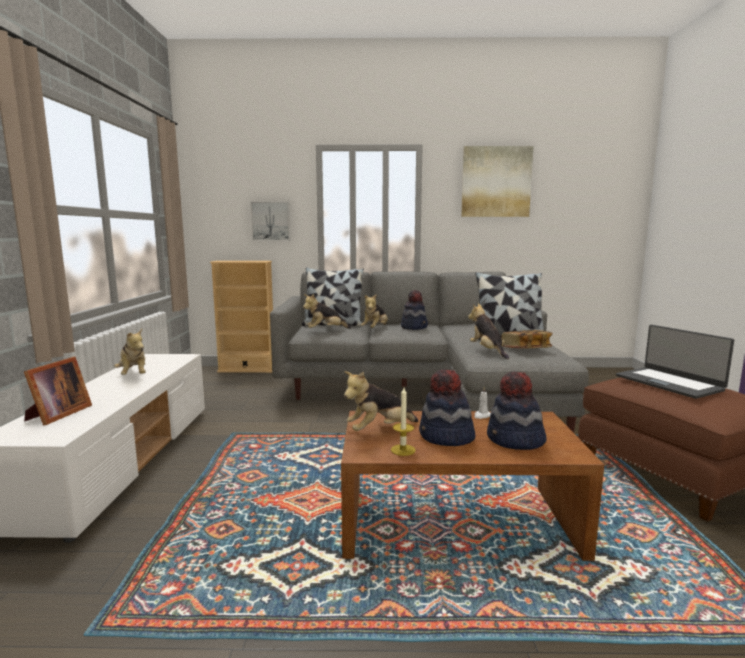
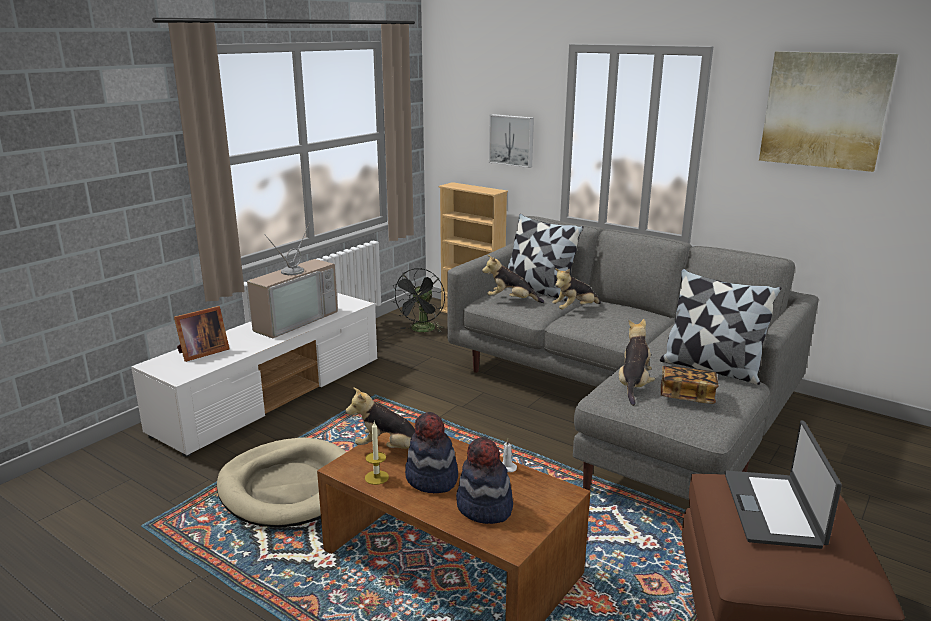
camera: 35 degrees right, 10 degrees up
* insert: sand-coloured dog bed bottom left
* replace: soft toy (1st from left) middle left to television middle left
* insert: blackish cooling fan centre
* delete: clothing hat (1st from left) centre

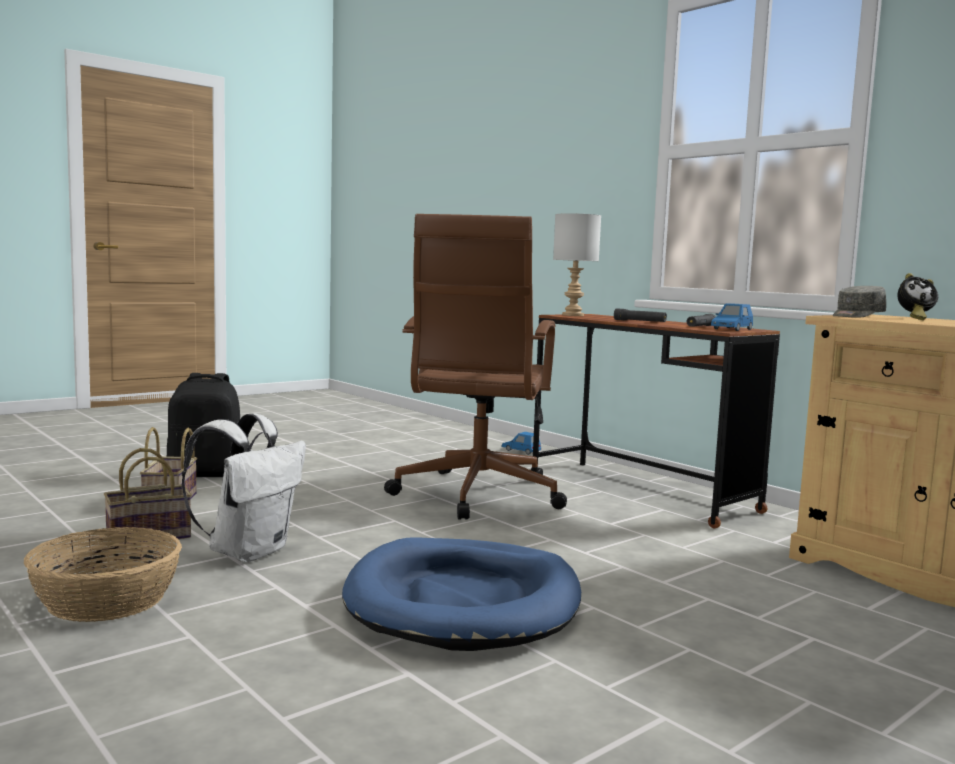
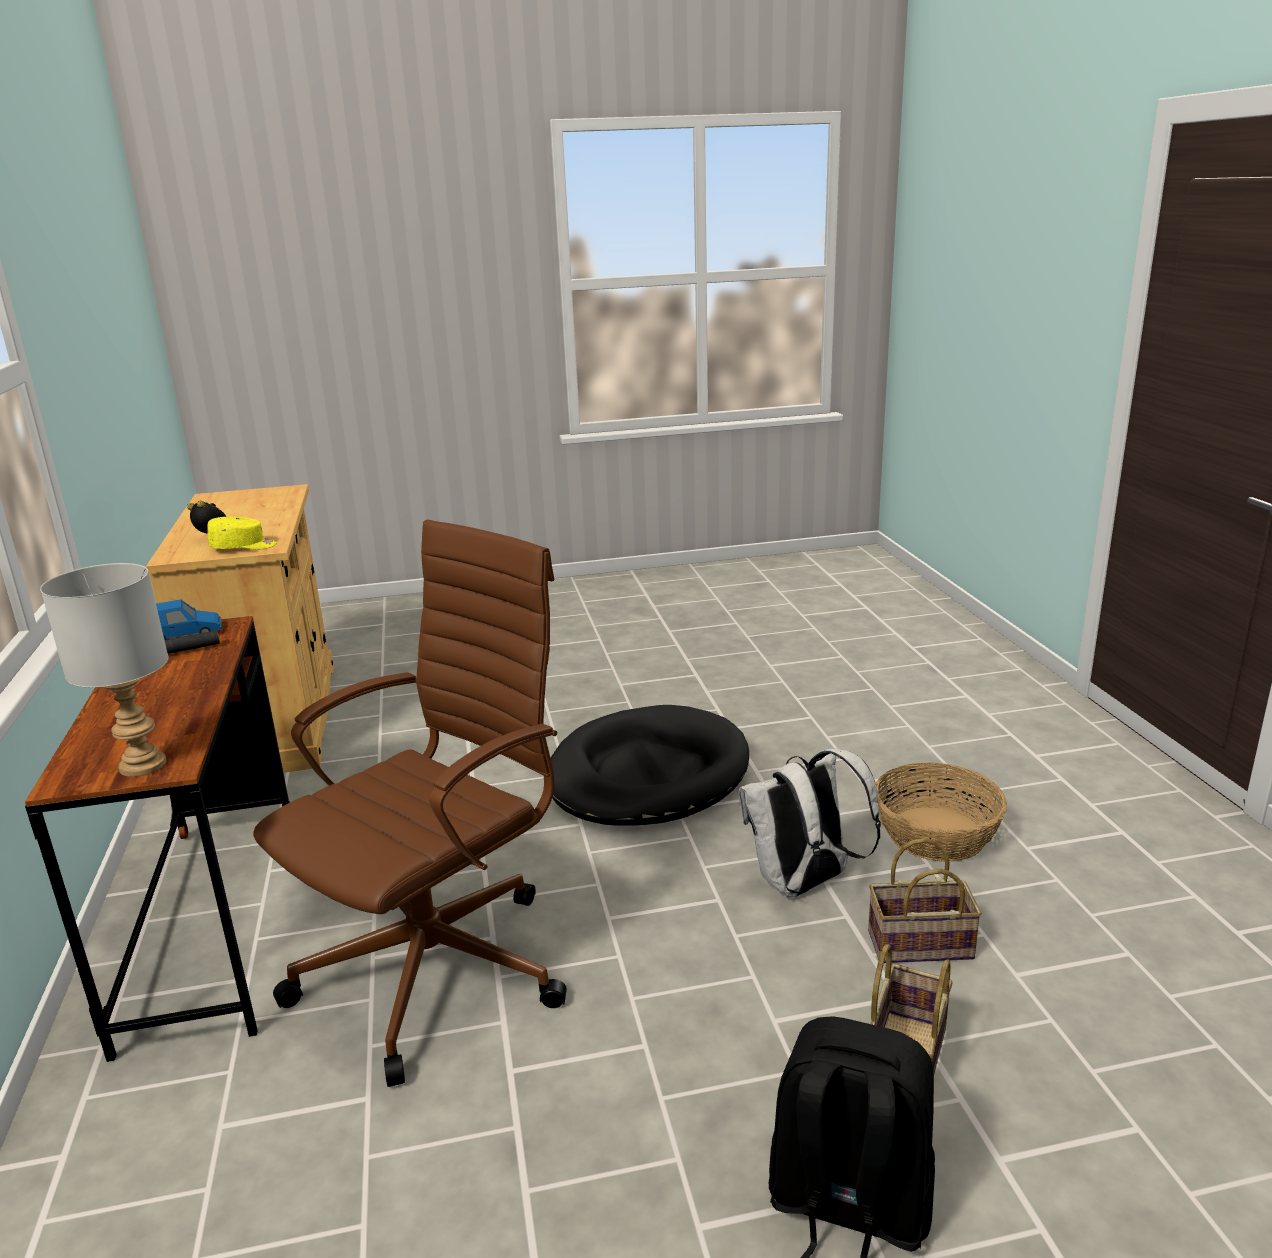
camera: 150 degrees left, 15 degrees up
* recolor: gray baseball cap middle right to yellow-coloured baseball cap middle left
* recolor: bluish dog bed bottom centre to blackish dog bed centre
* delete: bluish miniature car (1st from left) centre
* delete: blackish flashlight (1st from left) middle right

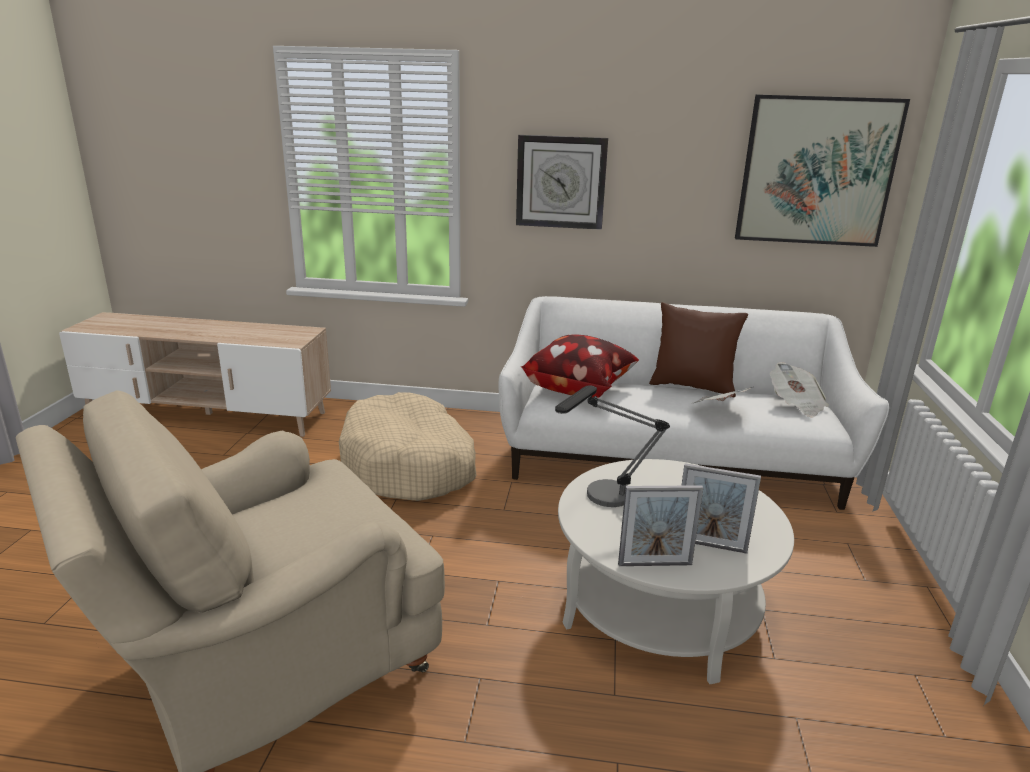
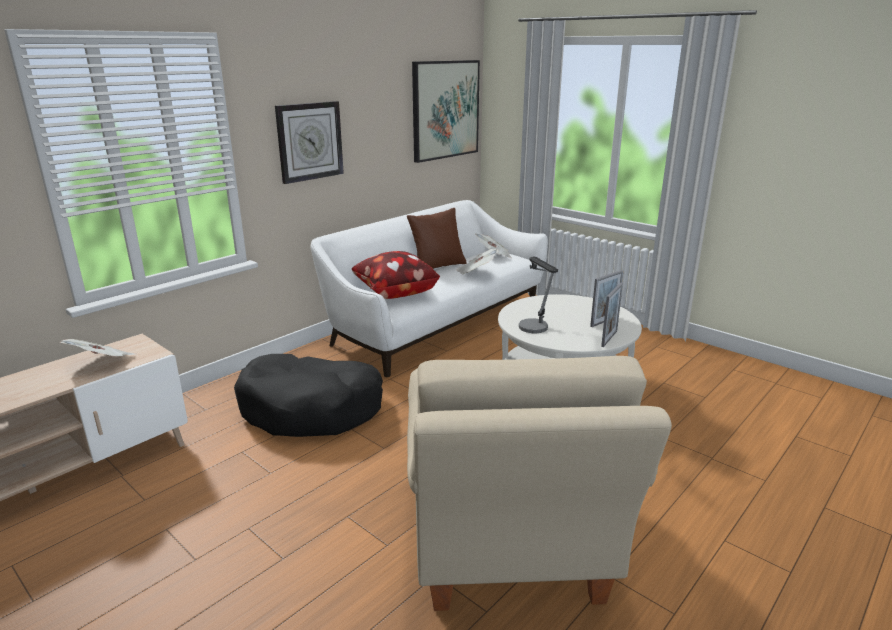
camera: 55 degrees left, 0 degrees up
* insert: printed paper (1st from left) middle left
* recolor: sand-coloured dog bed centre to blackish dog bed centre

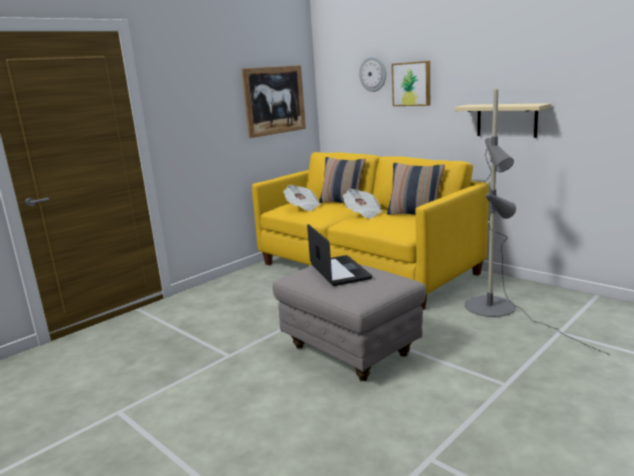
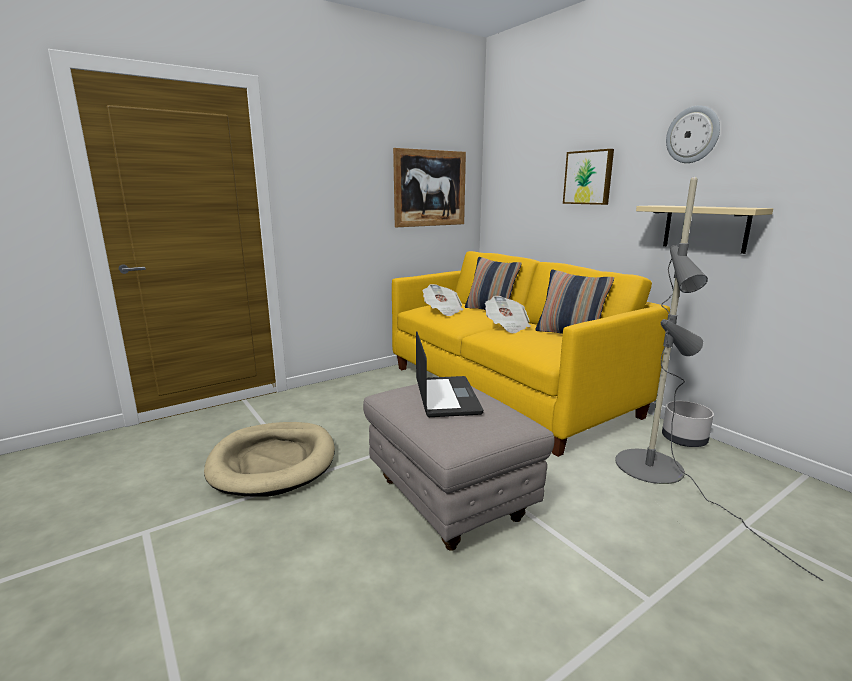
camera: 10 degrees right, 0 degrees up
* insert: sand-coloured dog bed bottom left
* insert: gray flower pot middle right
* move: clock on the wall top centre to top right

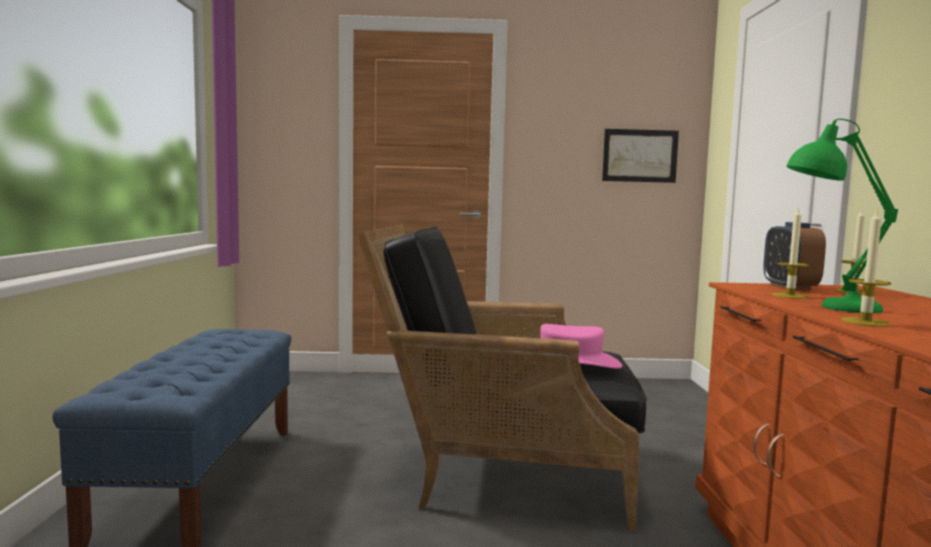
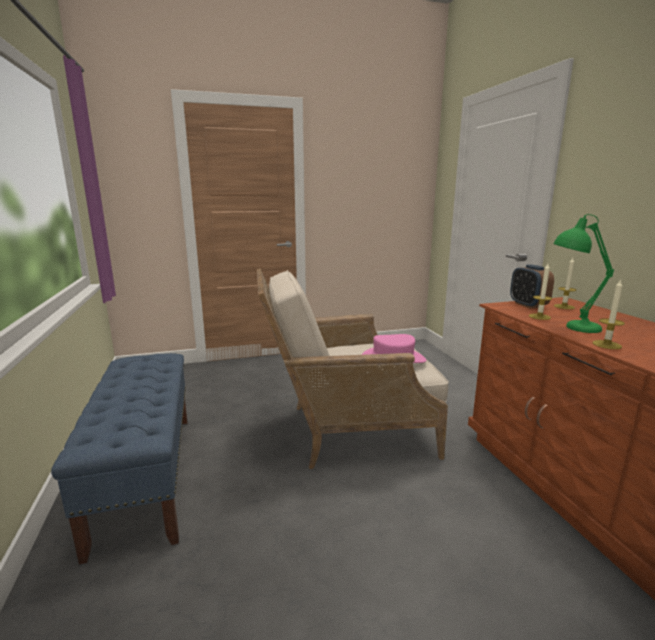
camera: 15 degrees left, 10 degrees up
* recolor: blackish lounge chair bottom centre to sand-coloured lounge chair centre
* delete: picture top right

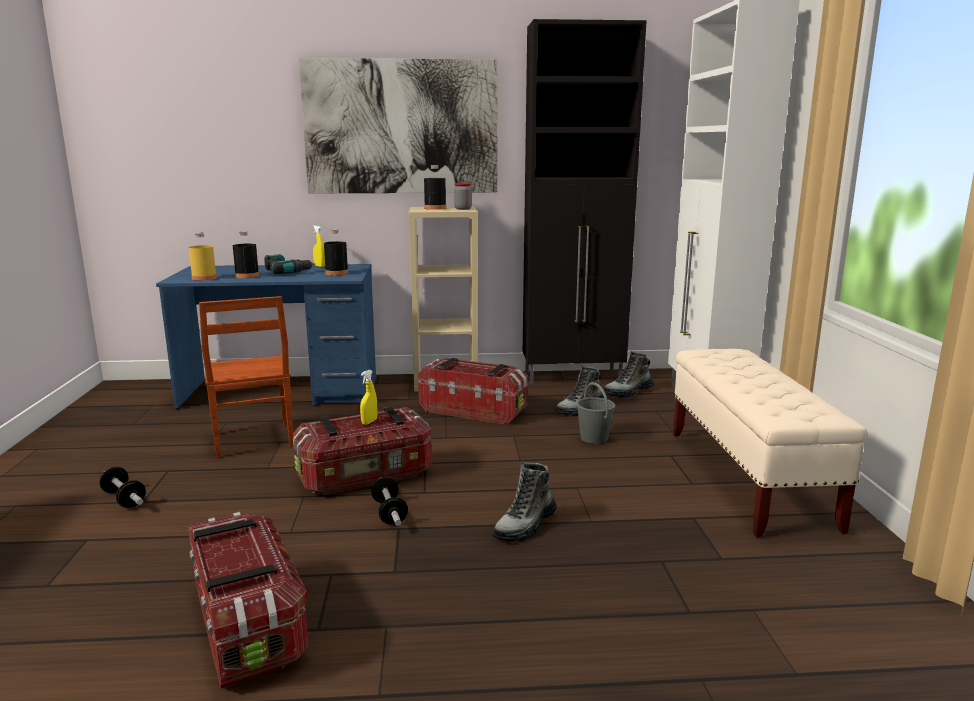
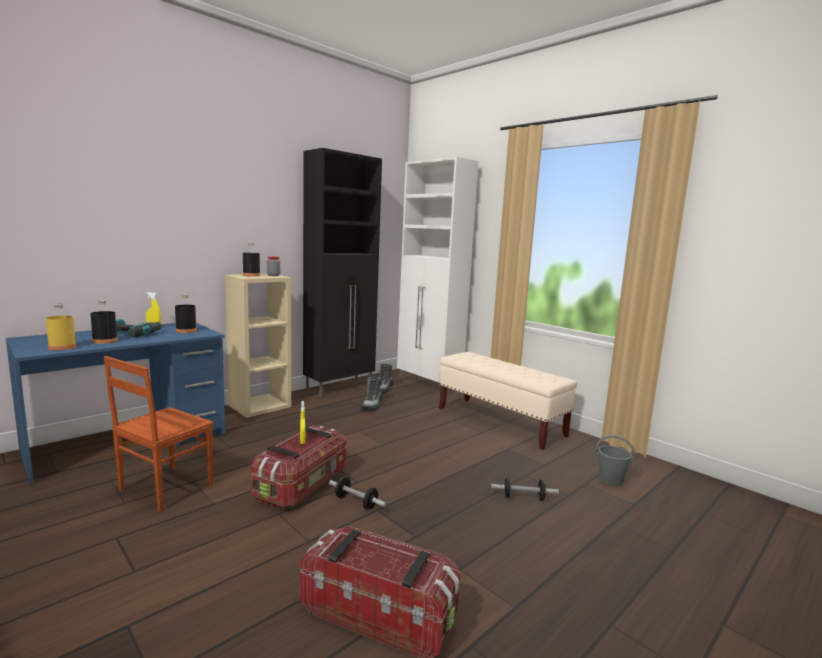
camera: 40 degrees left, 5 degrees down
* rotate: brown upright chair middle left = middle left 90 degrees clockwise
* move: free weight (1st from left in the first image) bottom left to free weight (2nd from left) bottom centre
* move: gray pail centre to bottom right
* delete: picture top centre
* delete: storage container (3rd from left) centre
* delete: tall boot (1st from left) bottom centre

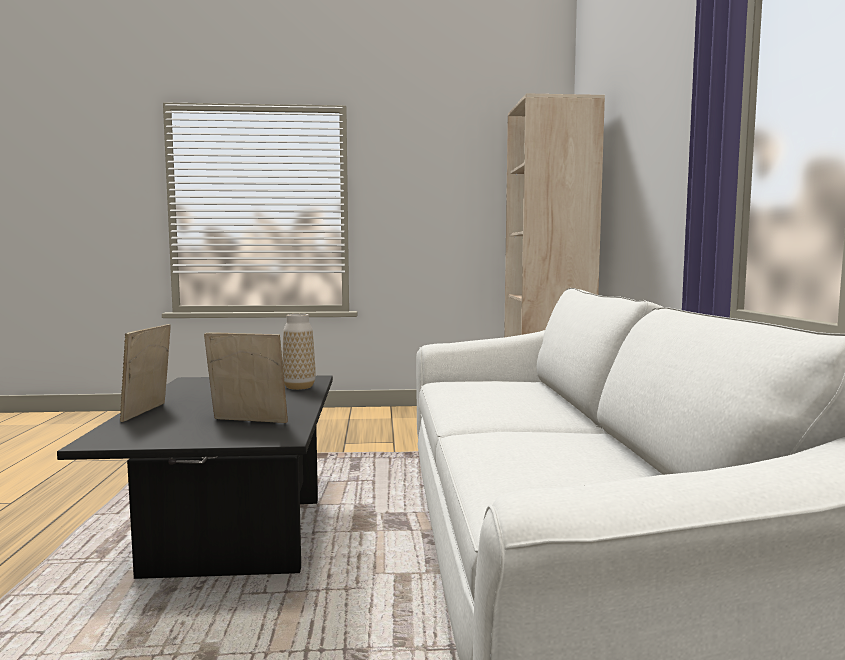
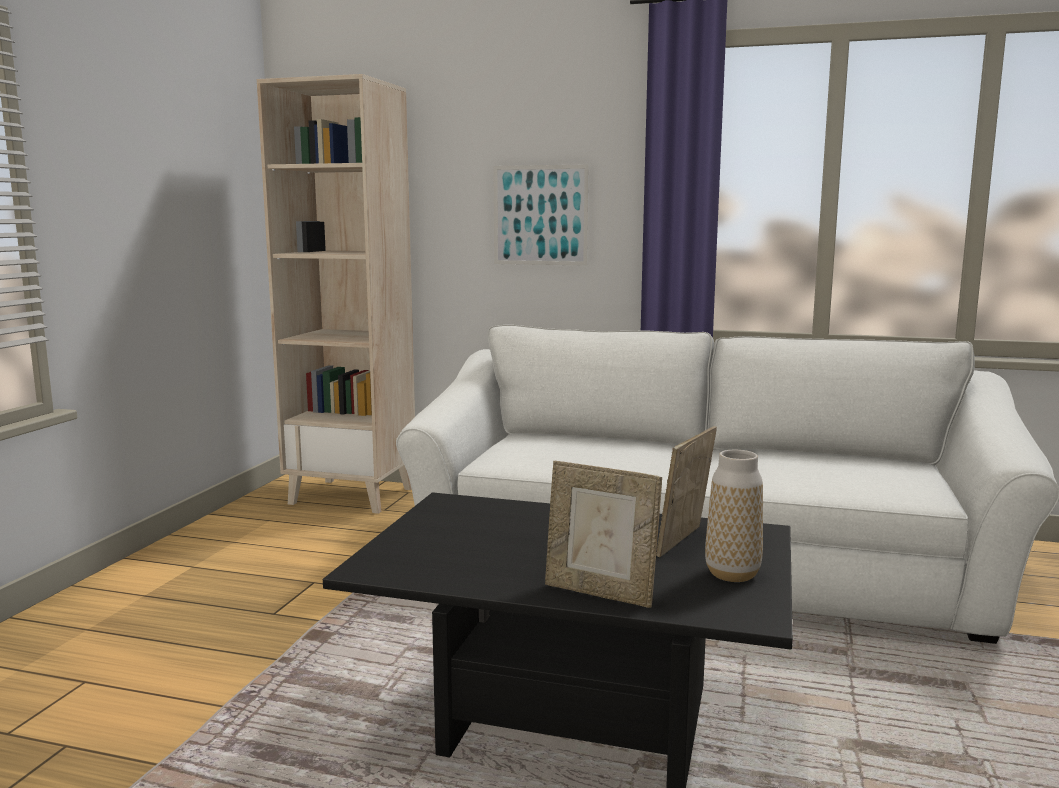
camera: 70 degrees left, 5 degrees up
* insert: picture top centre
* move: flower vase centre to middle right

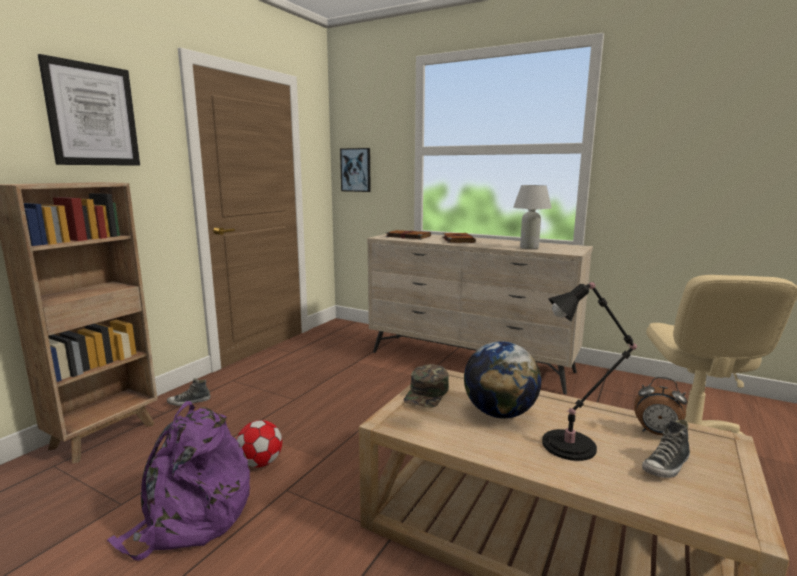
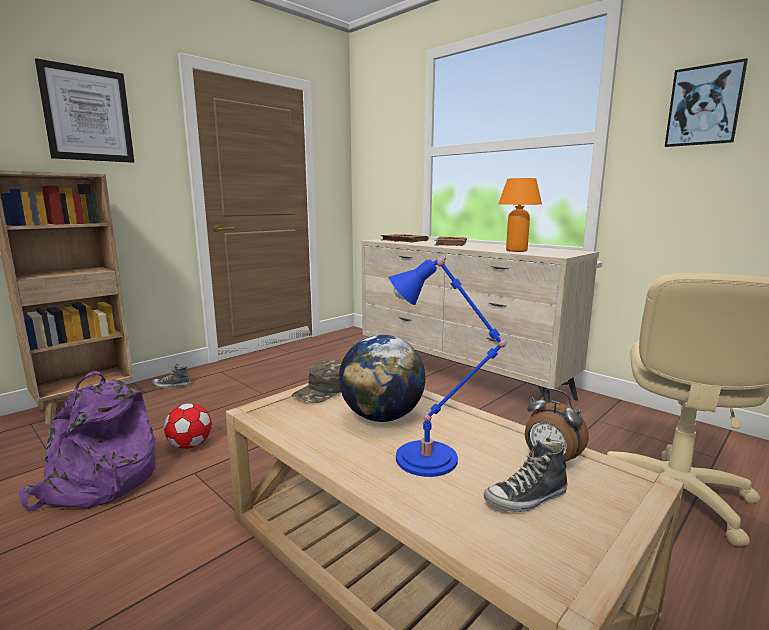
camera: 15 degrees right, 0 degrees up
* recolor: blackish table lamp middle right to bluish table lamp centre
* recolor: white-coloured table lamp middle right to orangey table lamp middle right
* move: picture (2nd from left) top centre to top right

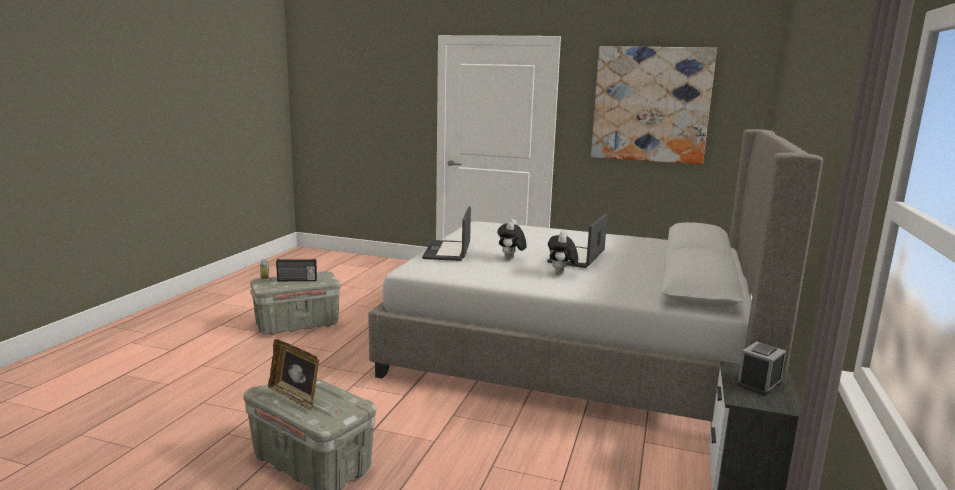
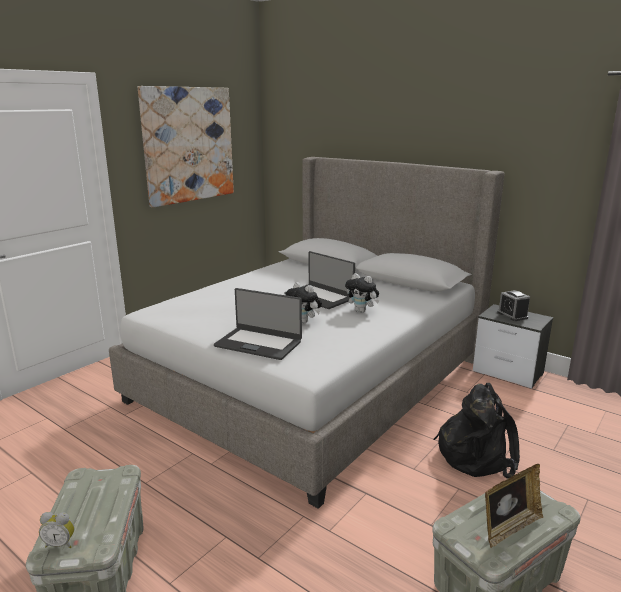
camera: 70 degrees left, 5 degrees up
* insert: blackish backpack bottom right
* delete: radio set middle left

